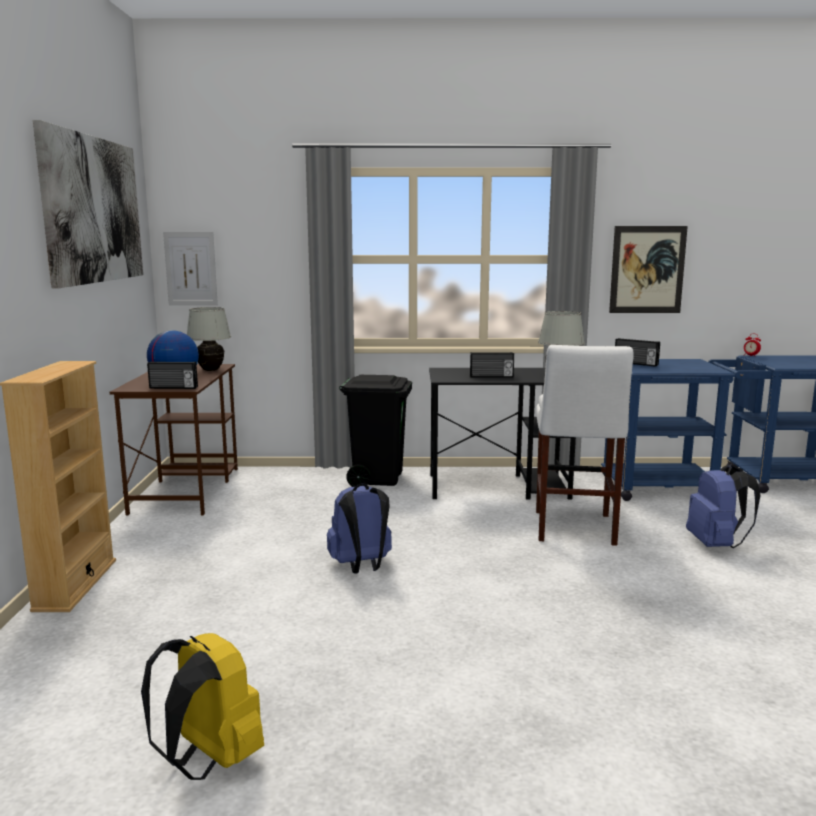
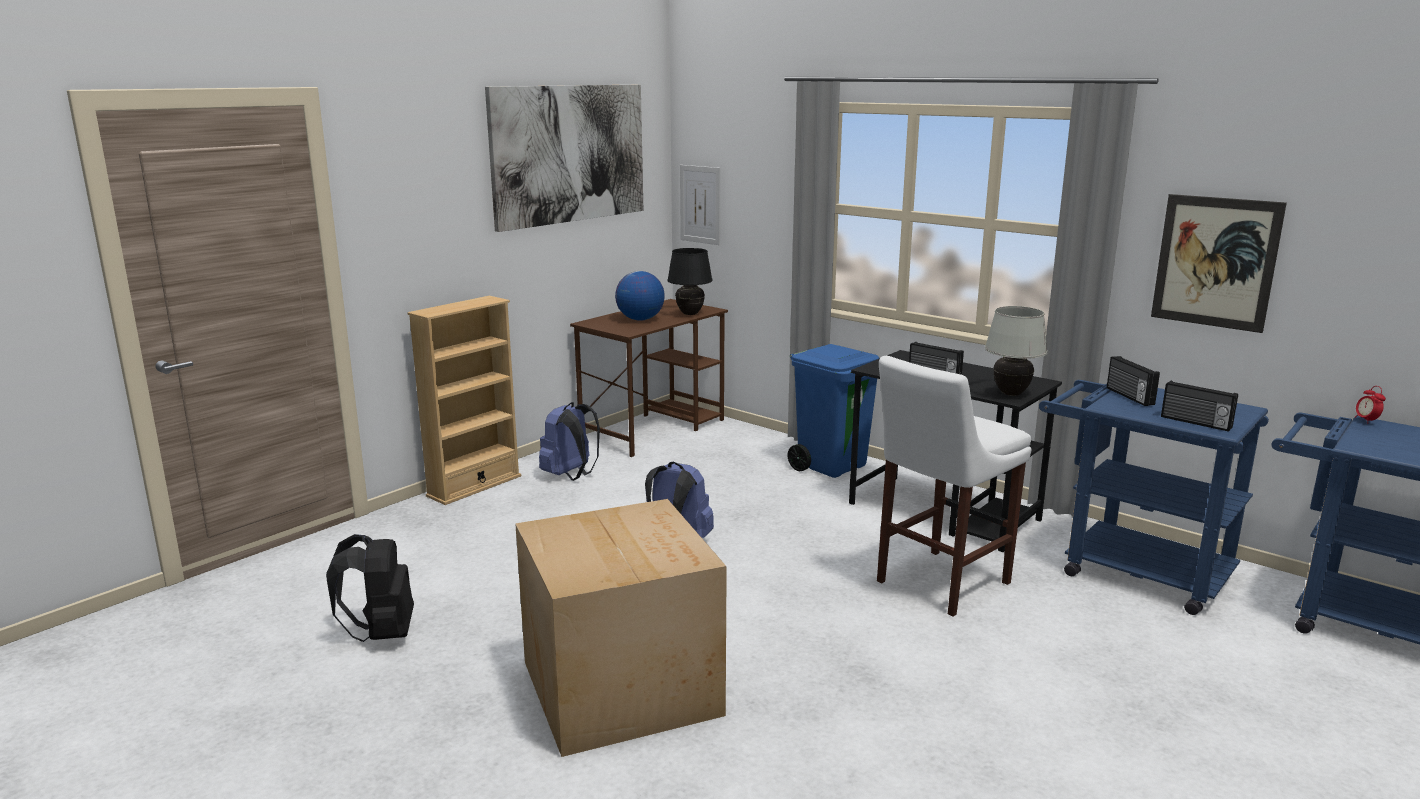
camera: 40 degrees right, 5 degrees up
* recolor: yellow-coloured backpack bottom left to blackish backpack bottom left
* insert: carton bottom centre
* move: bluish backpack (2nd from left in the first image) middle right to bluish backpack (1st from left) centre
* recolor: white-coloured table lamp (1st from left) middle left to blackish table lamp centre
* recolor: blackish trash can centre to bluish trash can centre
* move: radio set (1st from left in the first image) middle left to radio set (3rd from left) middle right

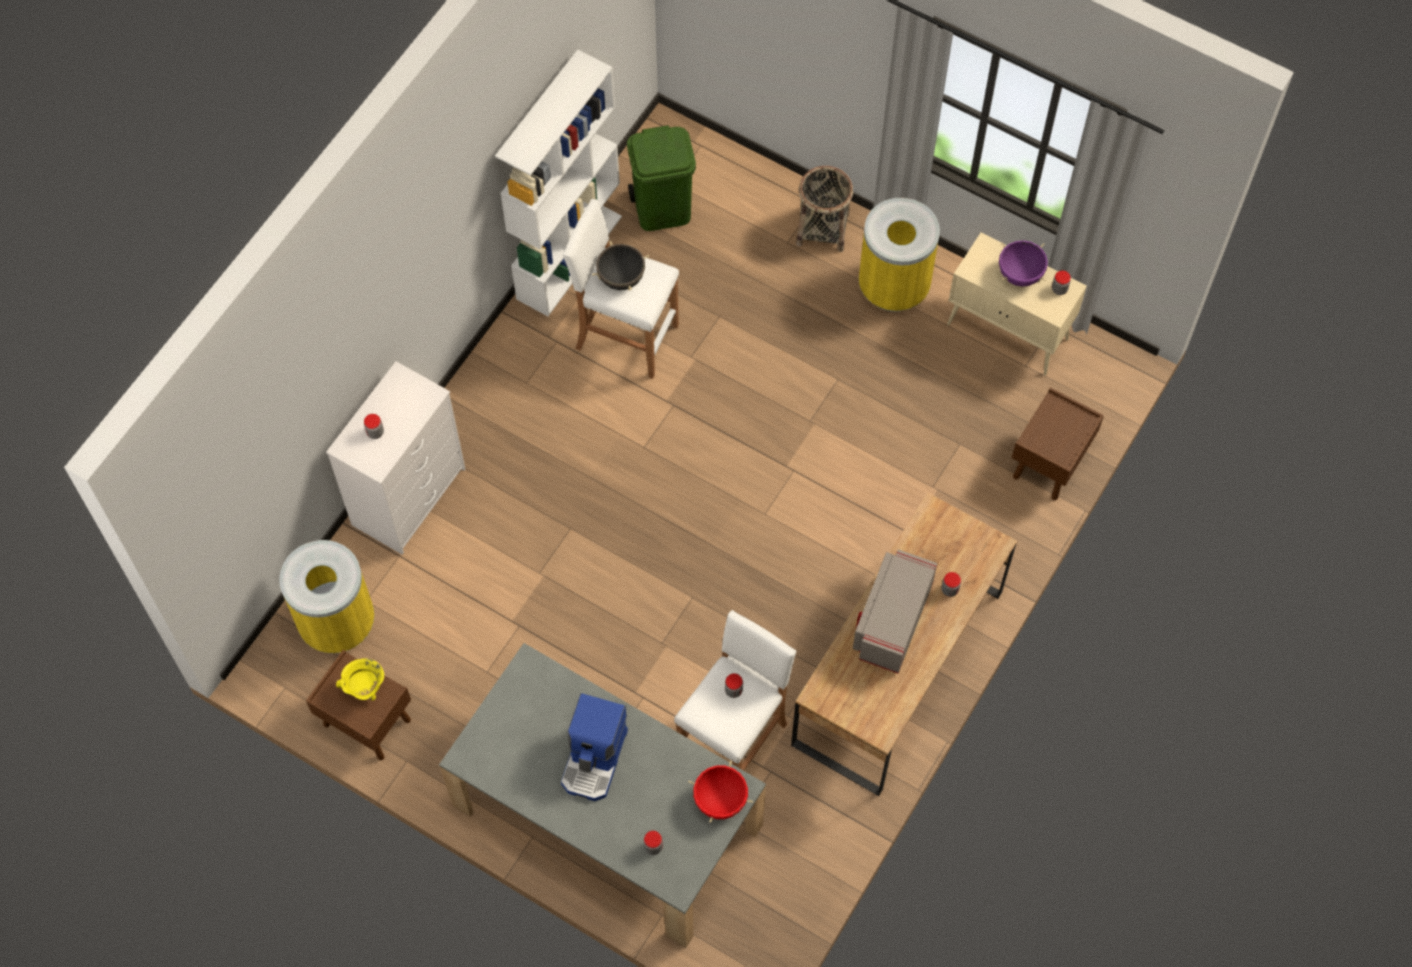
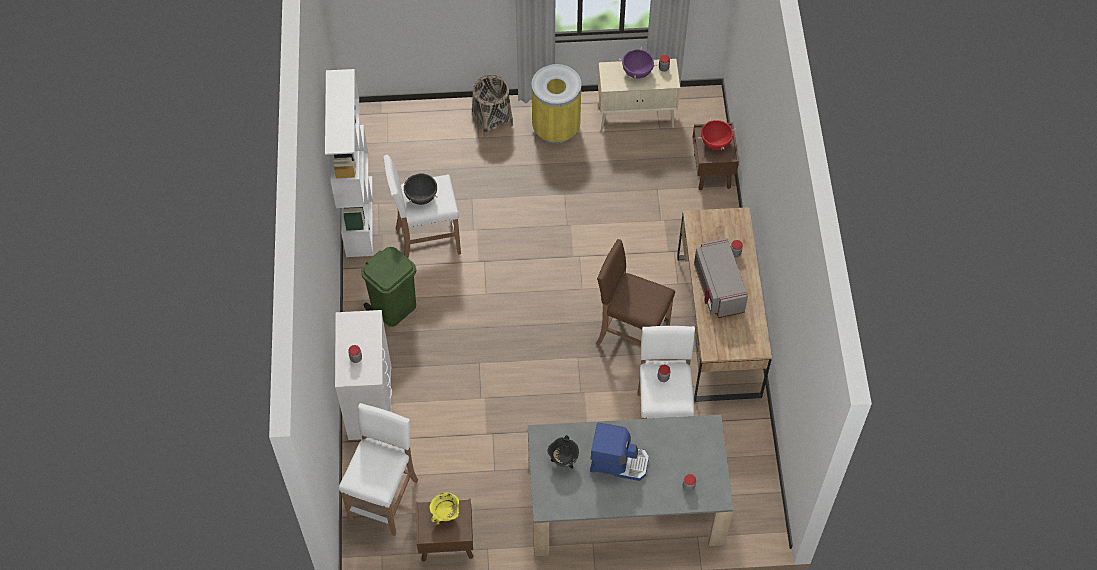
camera: 35 degrees left, 5 degrees down
* replace: yellow-coloured trash can (1st from left) middle left to white-coloured sitting stool (1st from left) bottom centre
* move: greenish trash can top centre to centre
* insert: blackish stockpot (2nd from left) bottom centre
* rotate: coffee machine bottom centre = bottom centre 60 degrees counterclockwise
* insert: brown sitting stool centre
* move: reddish stockpot bottom centre to top centre

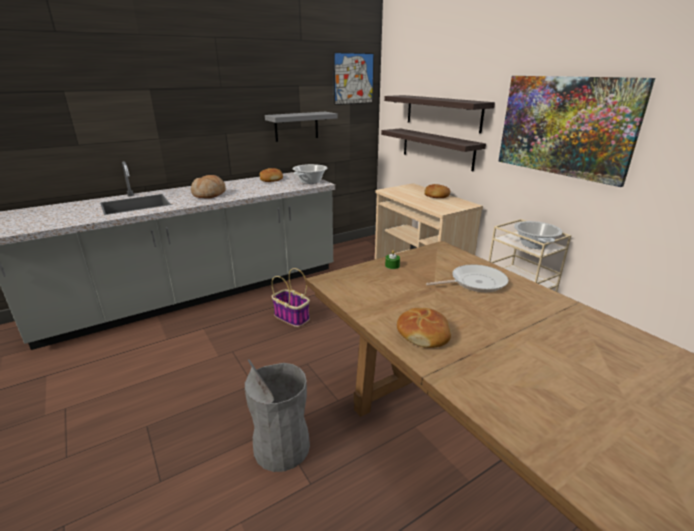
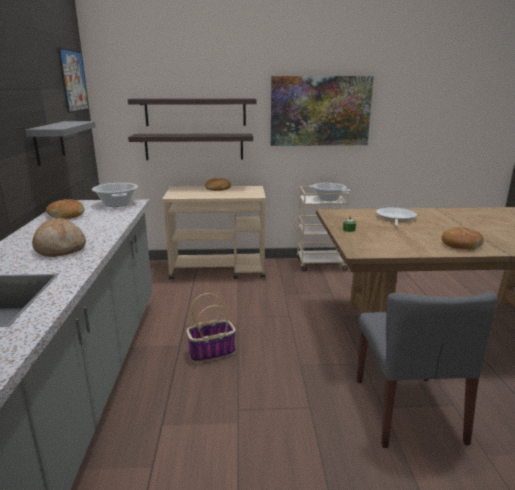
camera: 60 degrees left, 5 degrees down
* replace: gray trash can bottom centre to gray upright chair bottom right

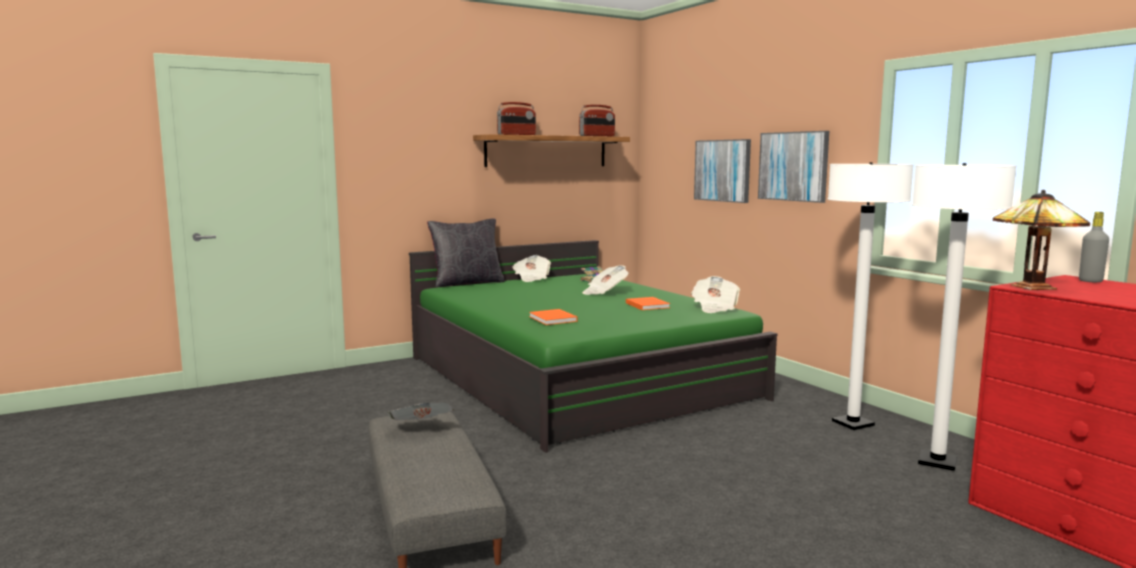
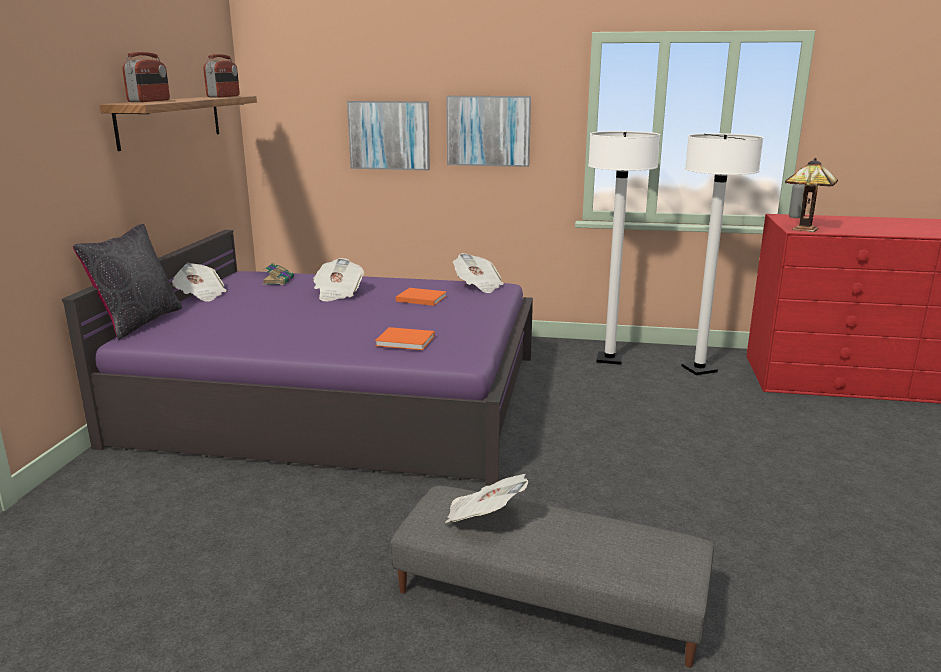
camera: 50 degrees left, 10 degrees up
* recolor: greenish bedroom bed centre to purplish bedroom bed middle left

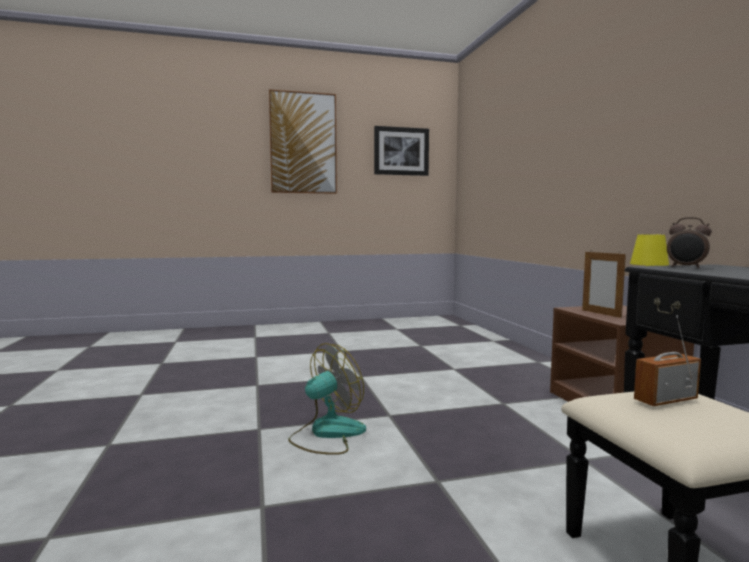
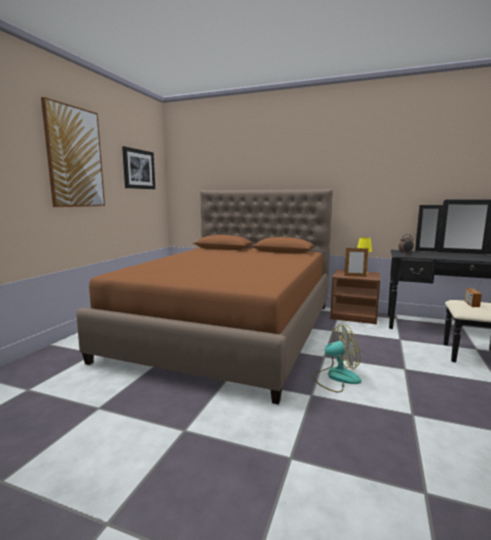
camera: 55 degrees left, 5 degrees up
* insert: brown bedroom bed centre
* rotate: cooling fan bottom centre = middle right 90 degrees clockwise

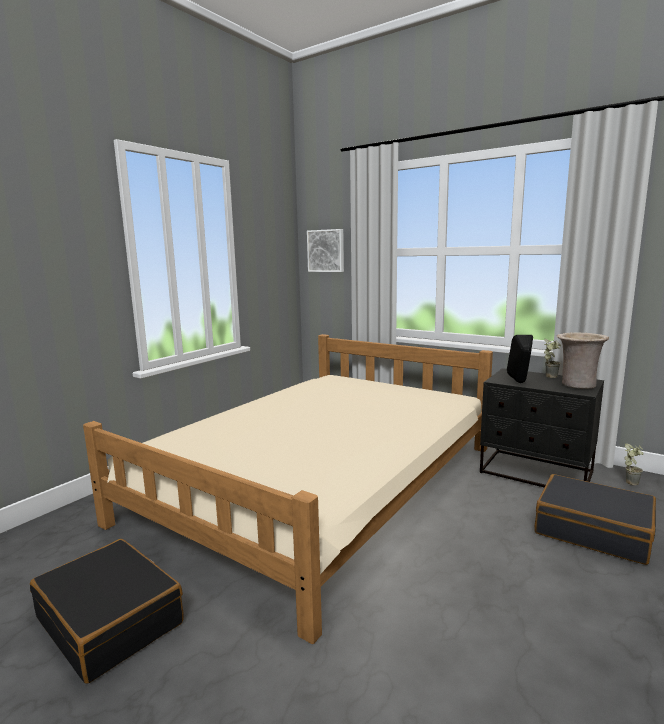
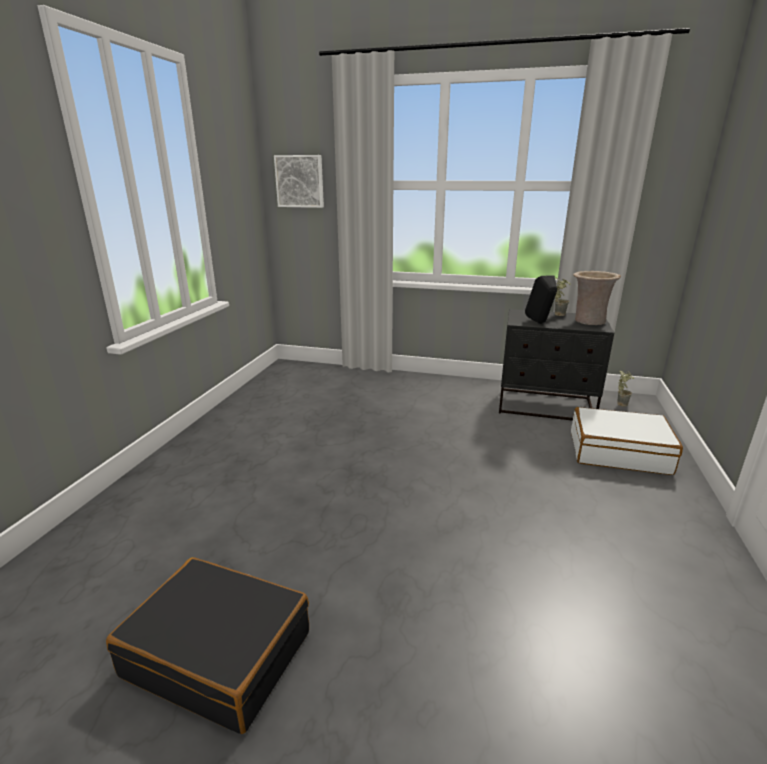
camera: 20 degrees left, 10 degrees up
* recolor: blackish piece of luggage (2nd from left) bottom right to white-coloured piece of luggage middle right
* delete: sand-coloured bedroom bed bottom centre

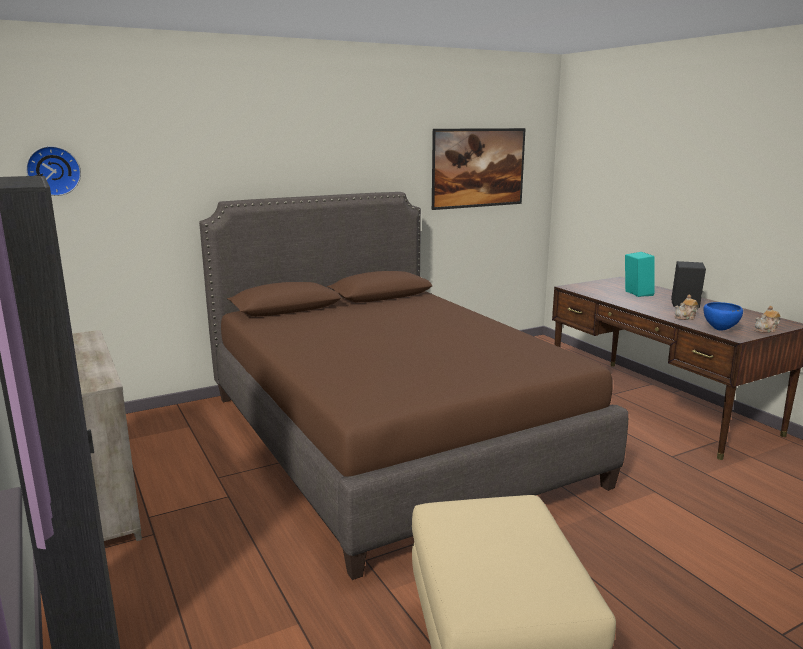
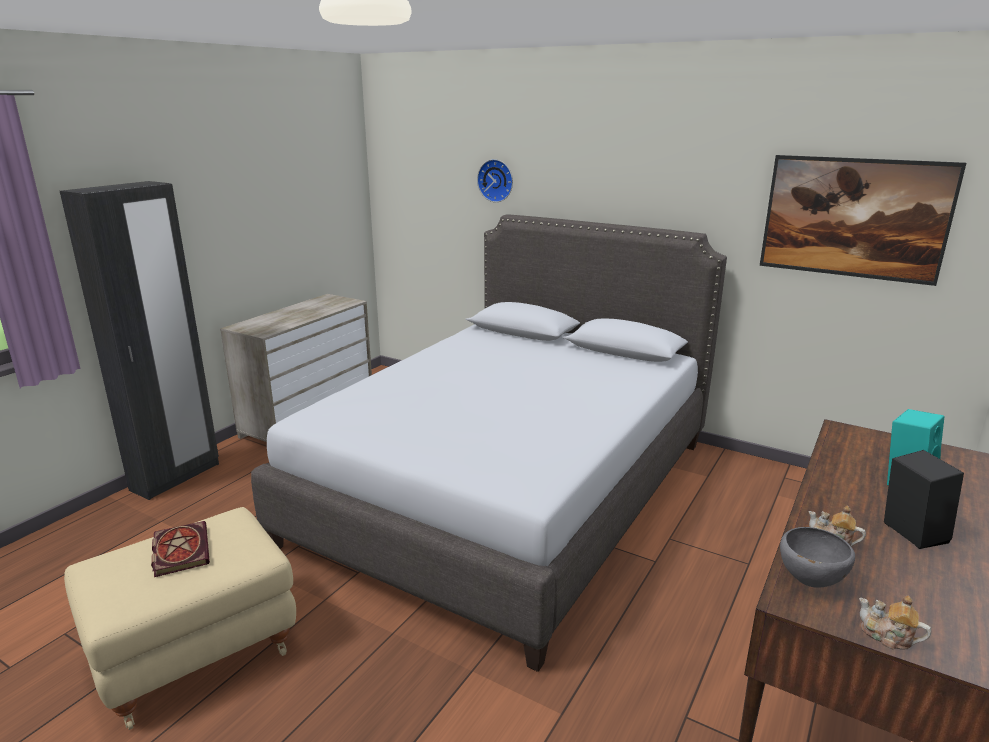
camera: 60 degrees right, 5 degrees up
* insert: bound book bottom left
* recolor: brown bedroom bed centre to gray bedroom bed centre
* move: clock on the wall top left to top centre
* recolor: bluish serving bowl middle right to gray serving bowl bottom right

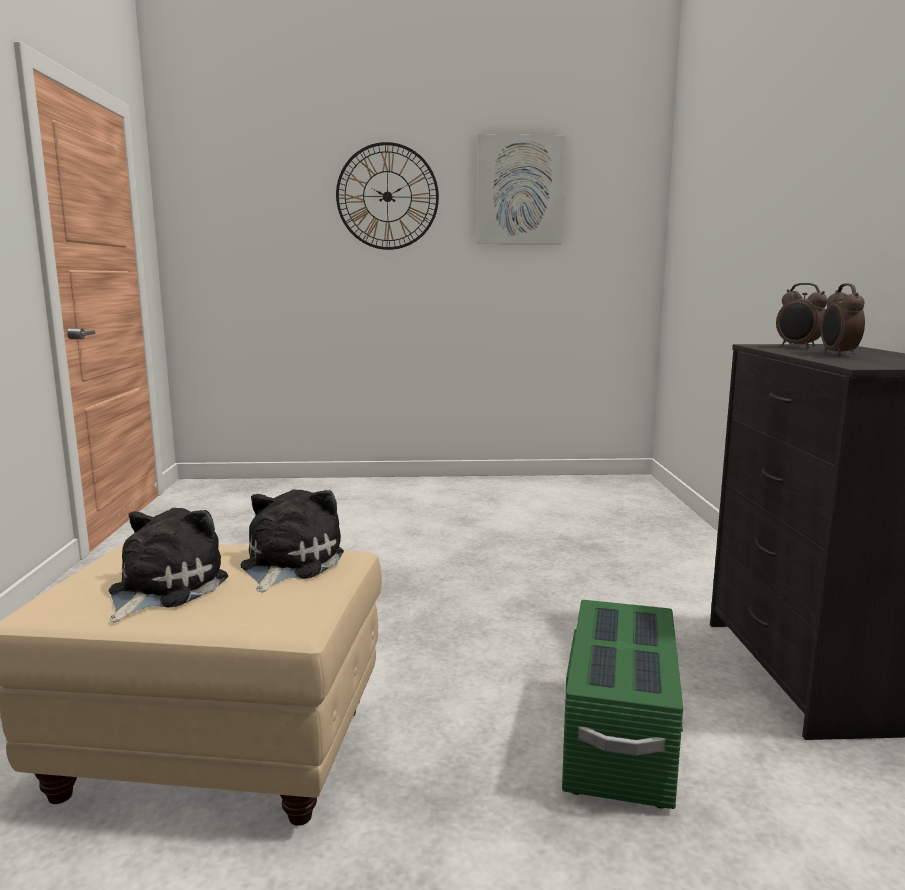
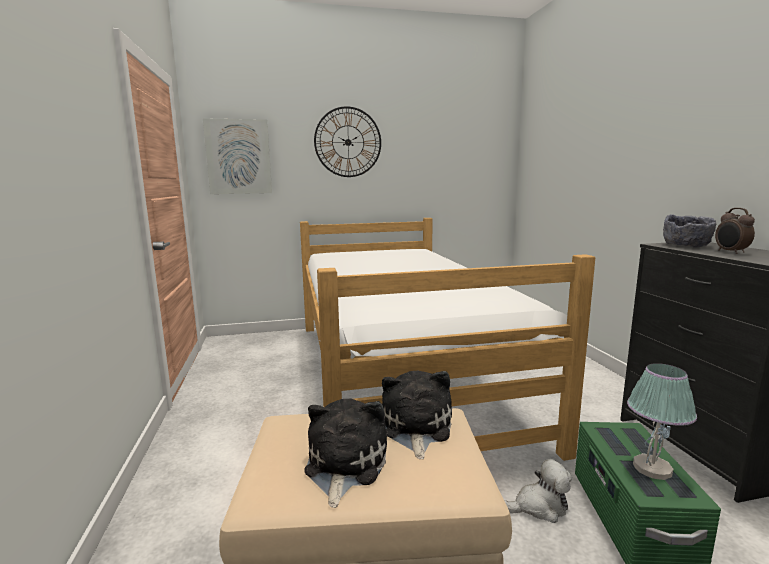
camera: 10 degrees left, 0 degrees up
* move: picture top centre to top left
* insert: bedroom bed centre
* insert: soft toy (3rd from left) bottom right
* insert: table lamp bottom right
* replace: bedside clock (1st from left) middle right to gray serving bowl middle right

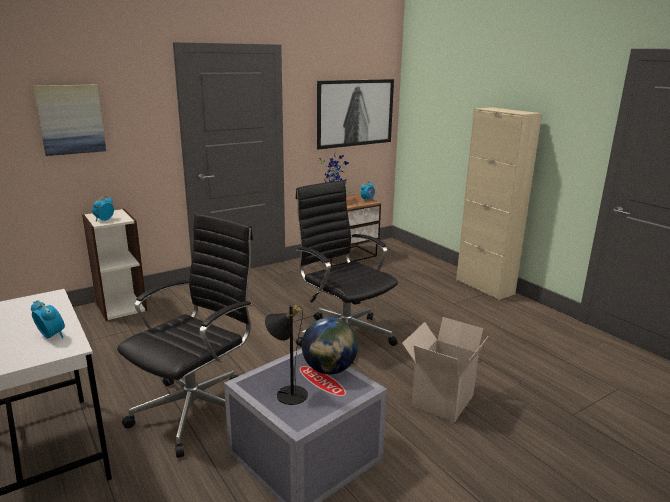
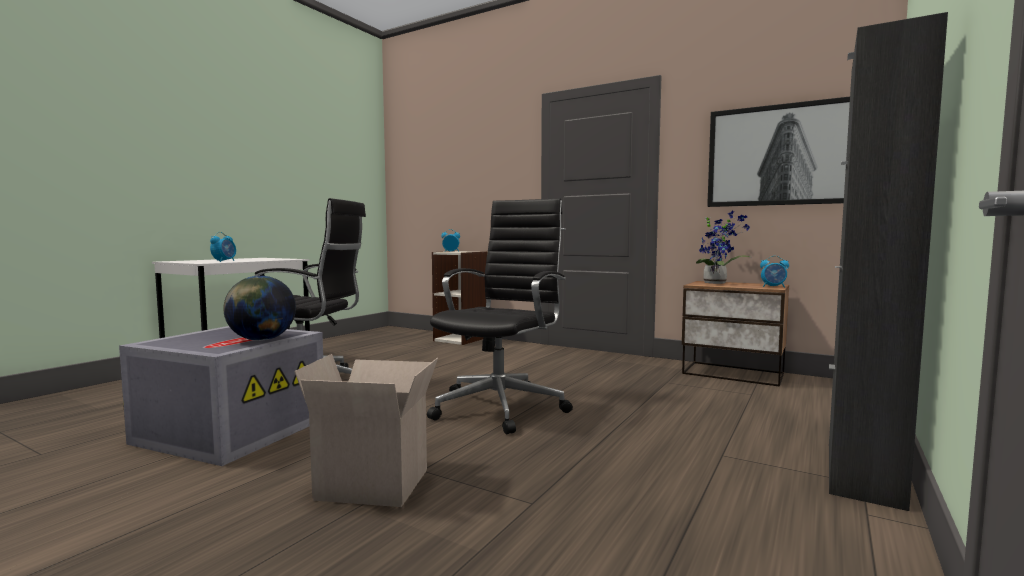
camera: 65 degrees right, 15 degrees down
* recolor: sand-coloured cupboard middle right to blackish cupboard middle right
* delete: picture (1st from left) top left
* delete: blackish table lamp bottom centre

